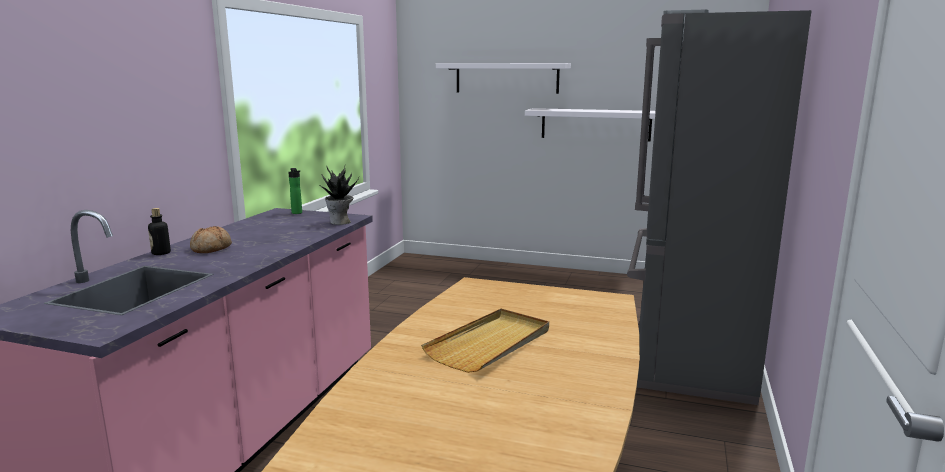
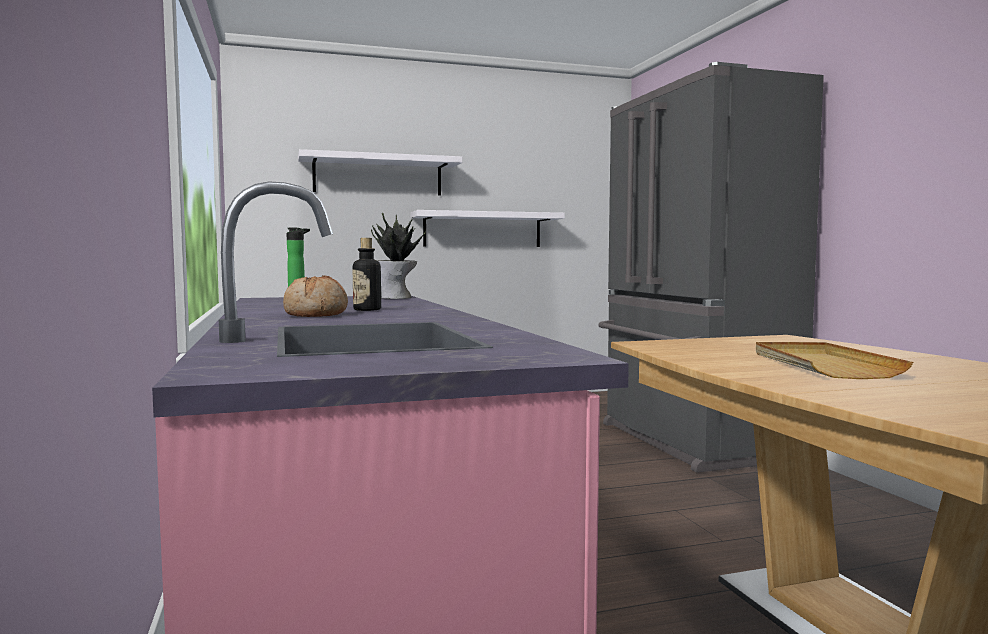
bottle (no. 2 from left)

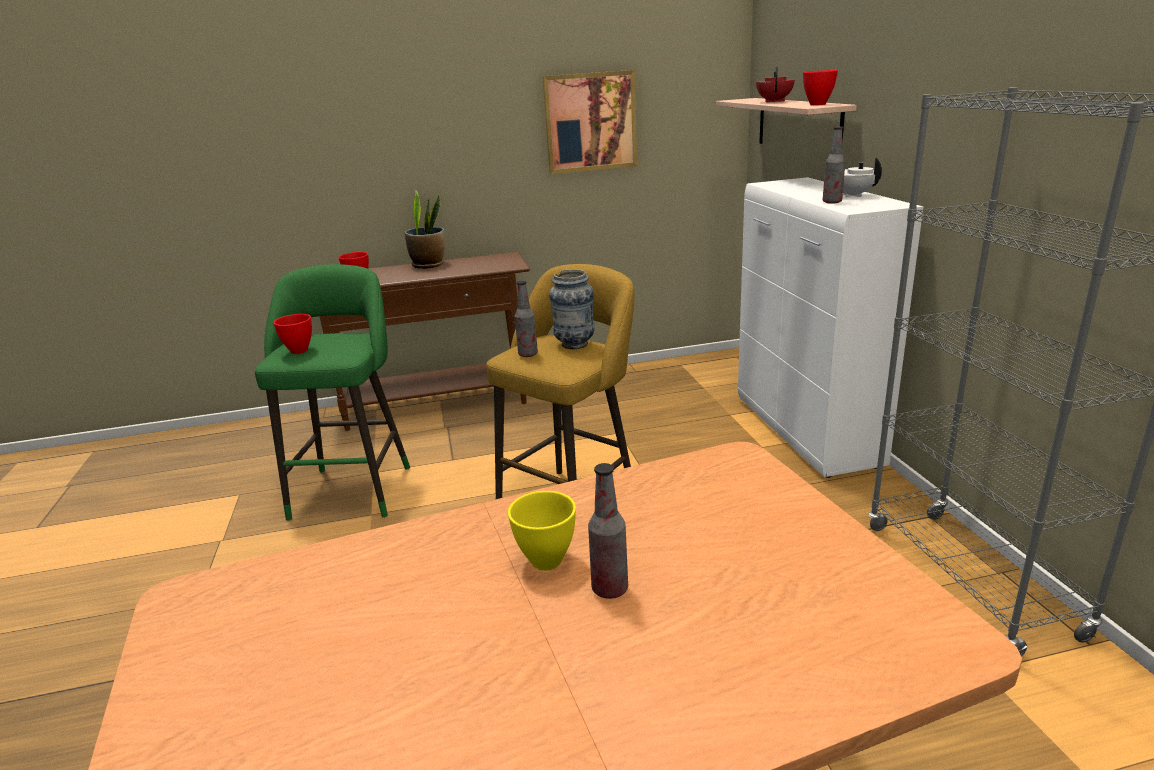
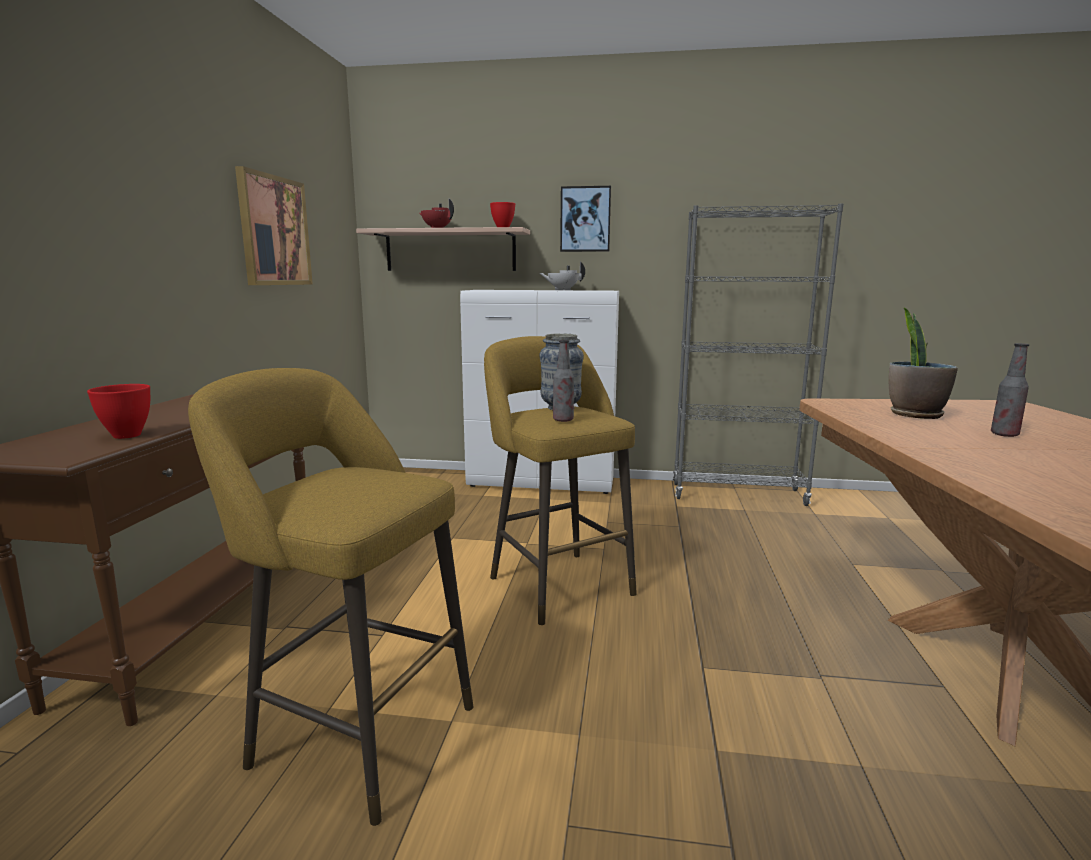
bottle (no. 3 from left in the first image); potted plant; yellow stool (no. 1 from left); red bowl (no. 1 from left in the first image); yellow bowl; picture (no. 2 from left)

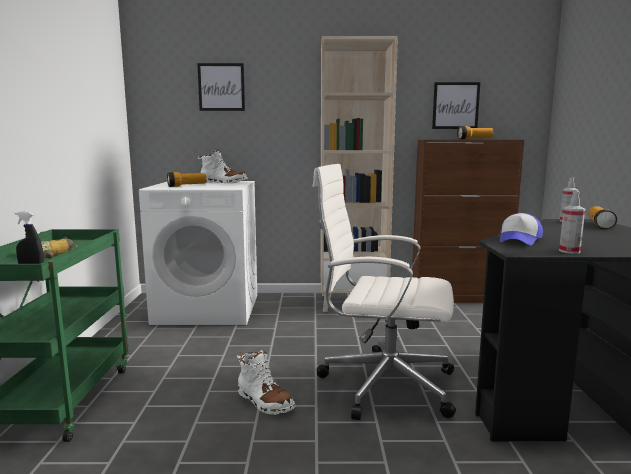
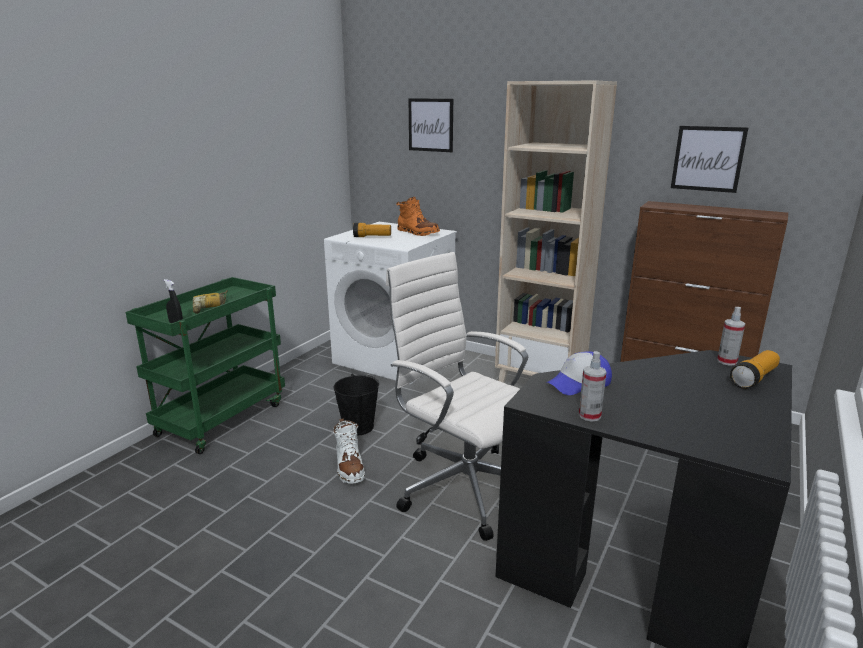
flashlight (no. 2 from left in the first image); orange boot; black bucket

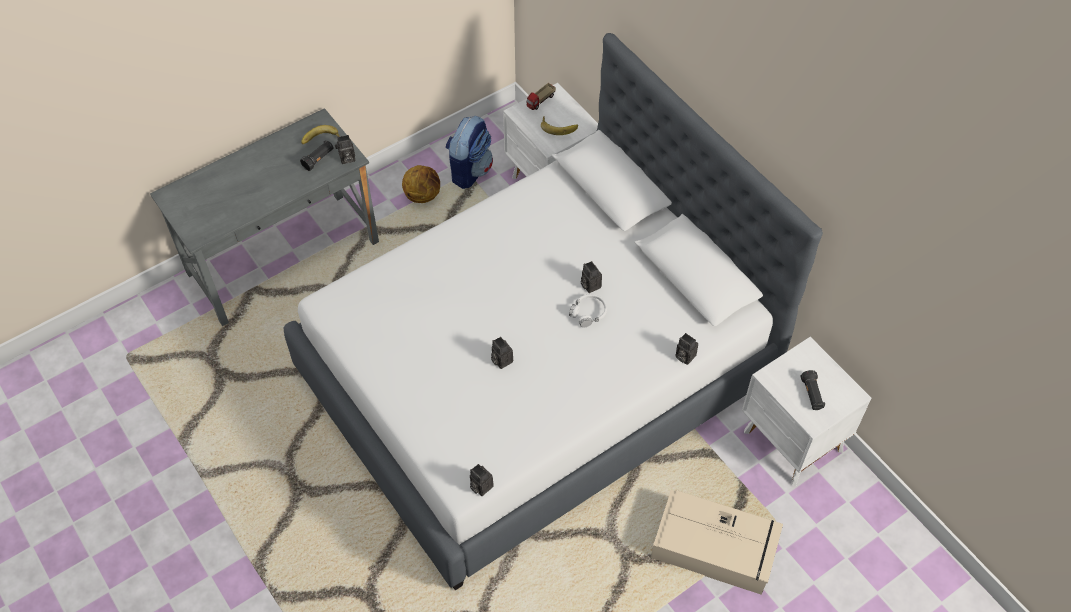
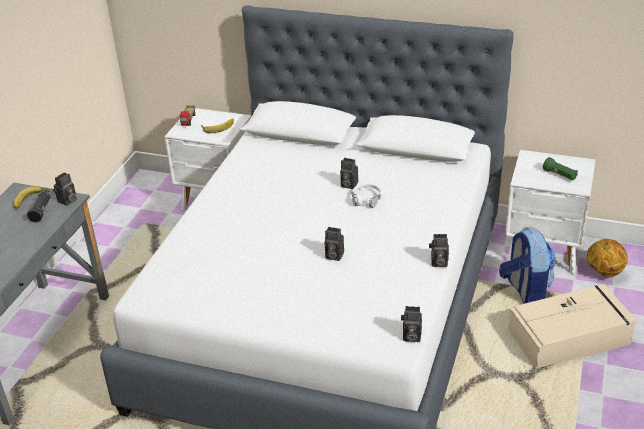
backpack; basketball; photo camera (no. 5 from left); green flashlight

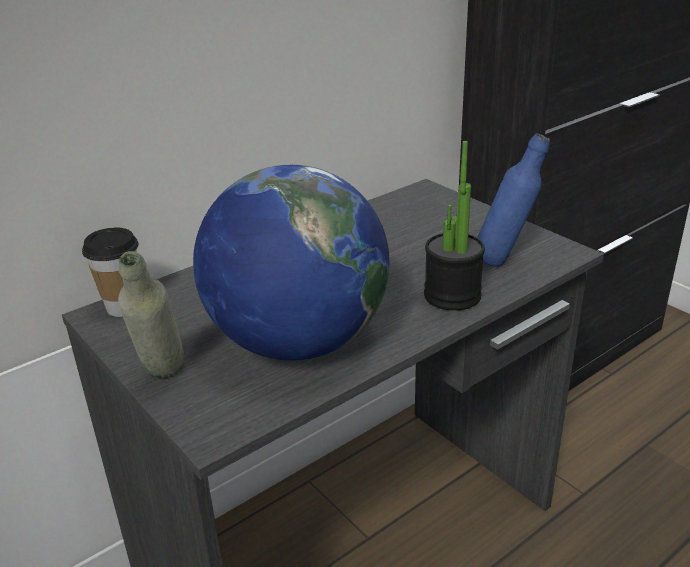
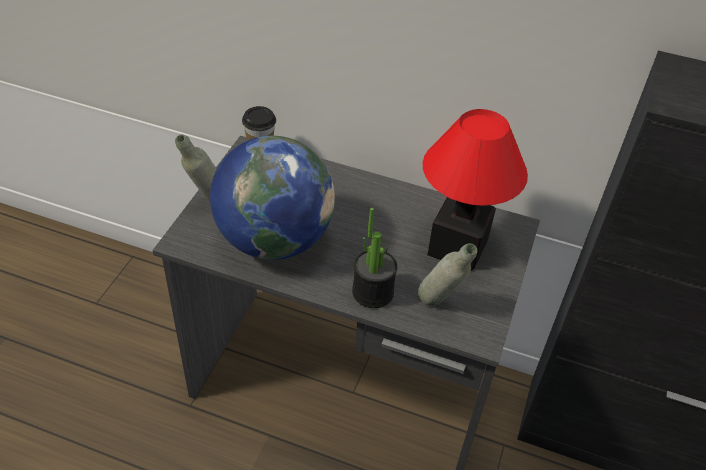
grey bottle (no. 2 from left); table lamp

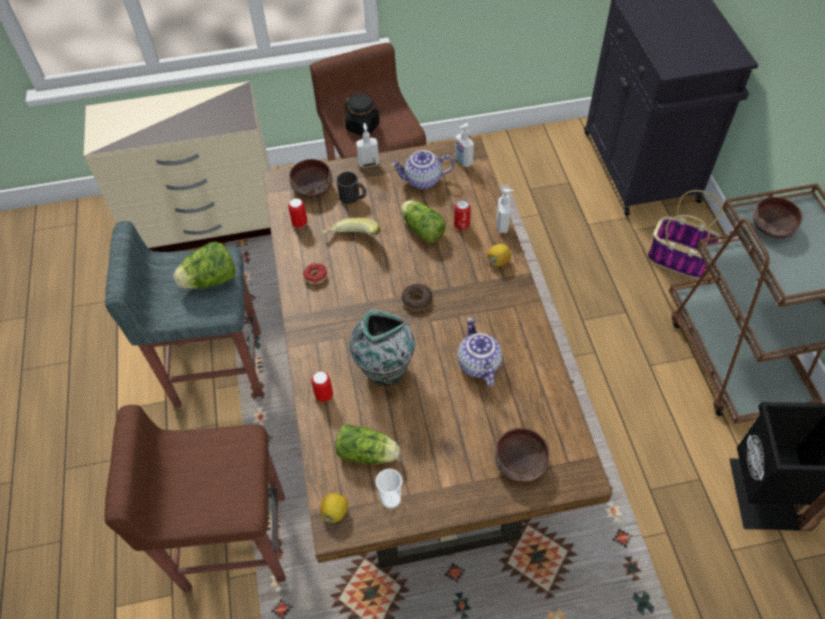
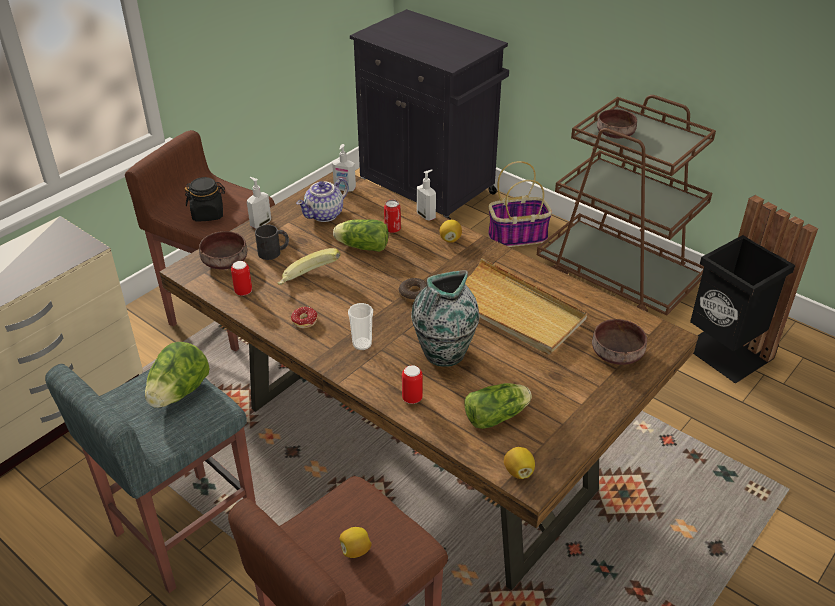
beige tray; cup; lemon (no. 1 from left)

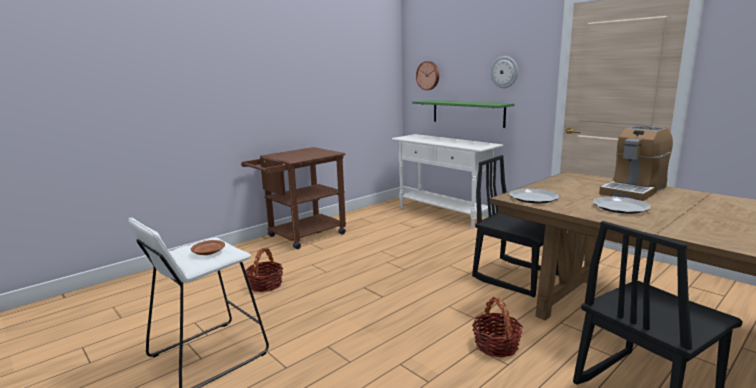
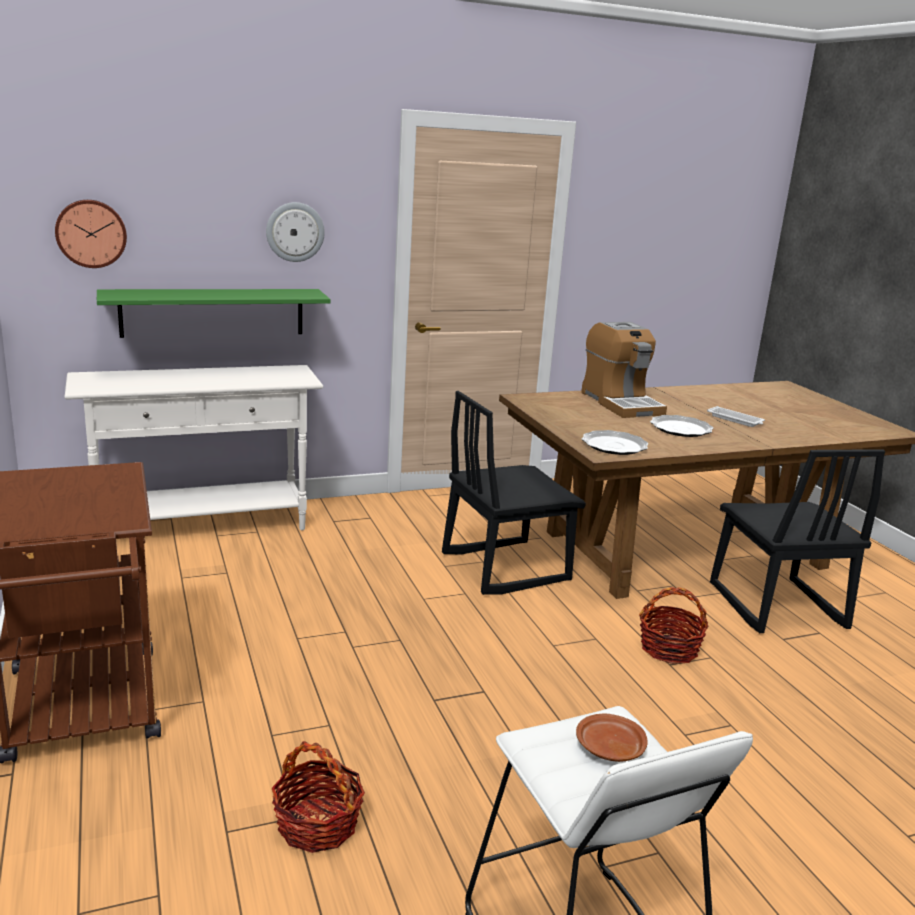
white tray

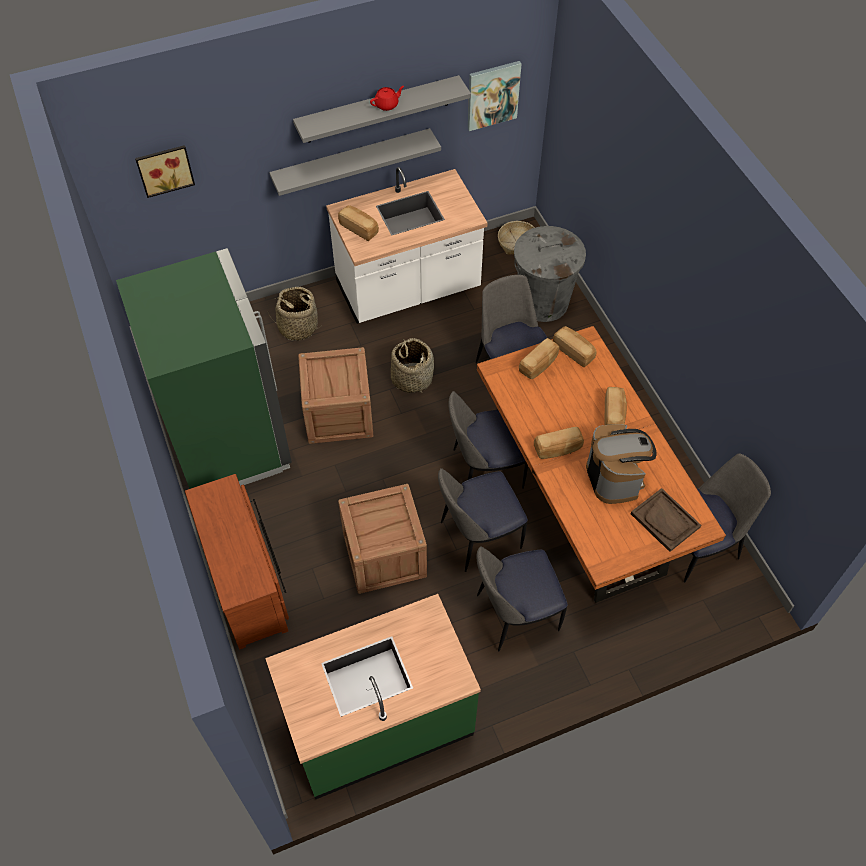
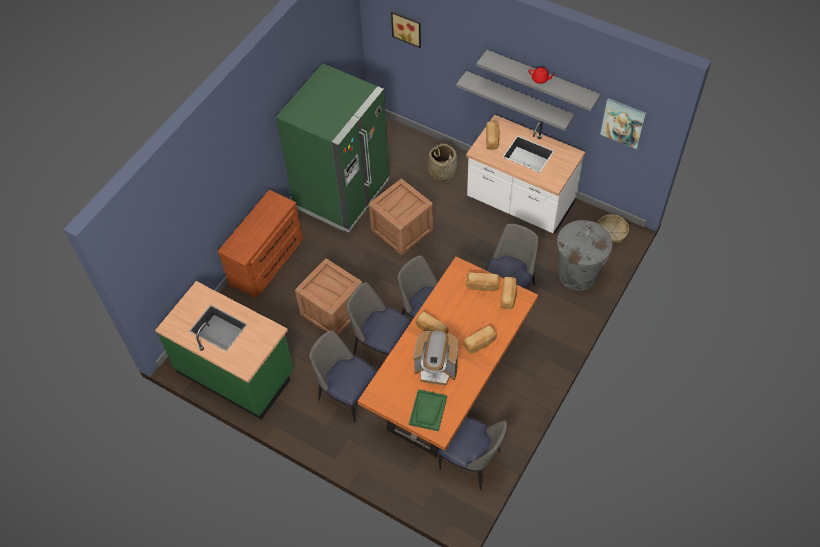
basket (no. 2 from left in the first image); coffee machine; green tray

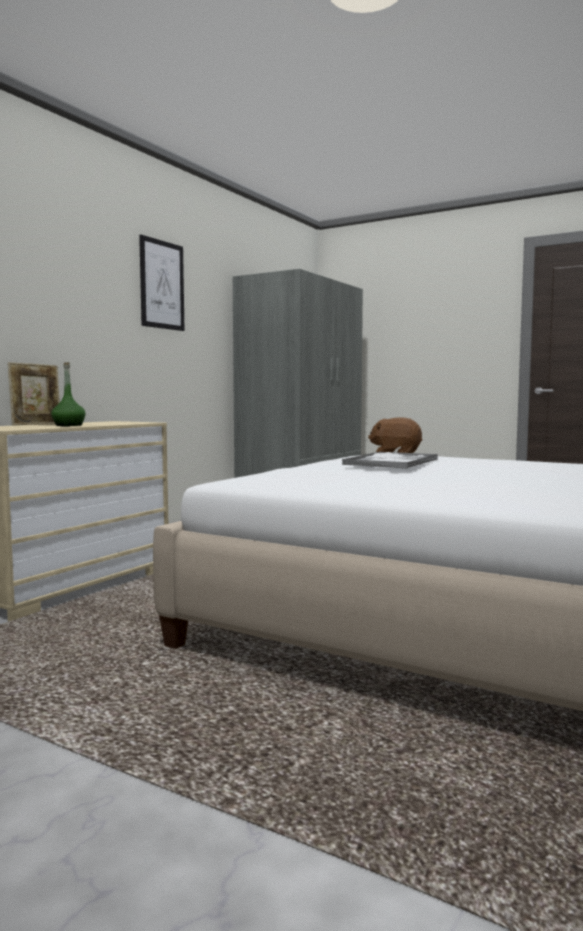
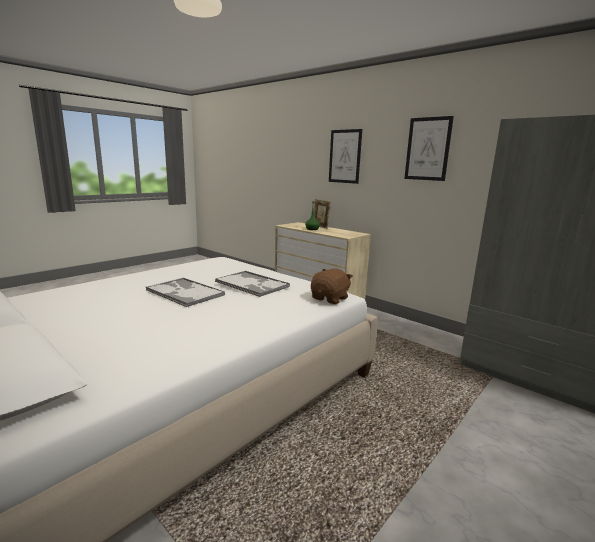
picture (no. 1 from left); tray (no. 1 from left)

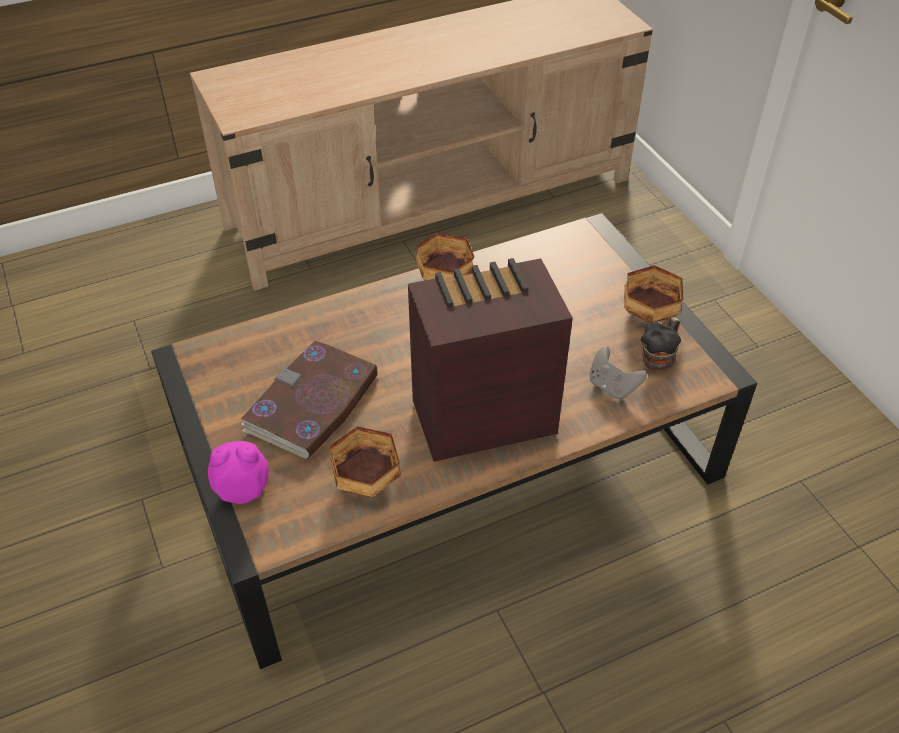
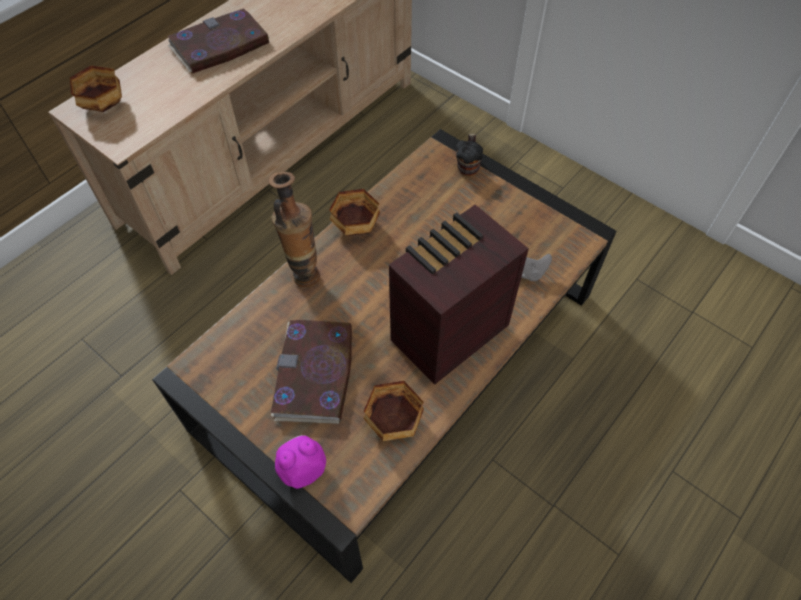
bowl (no. 1 from left); mug; book (no. 1 from left); vase

